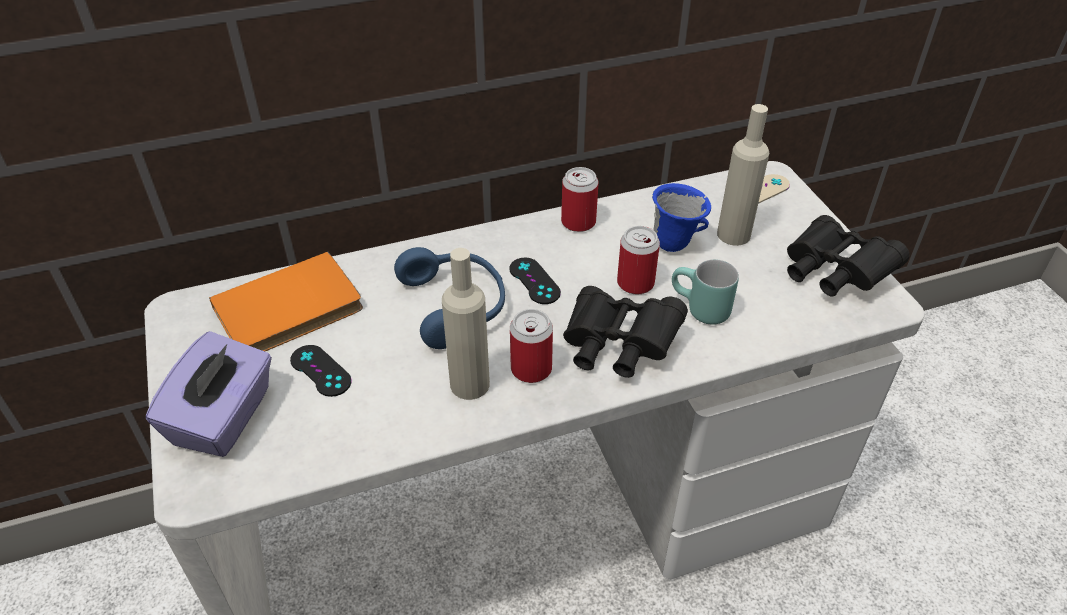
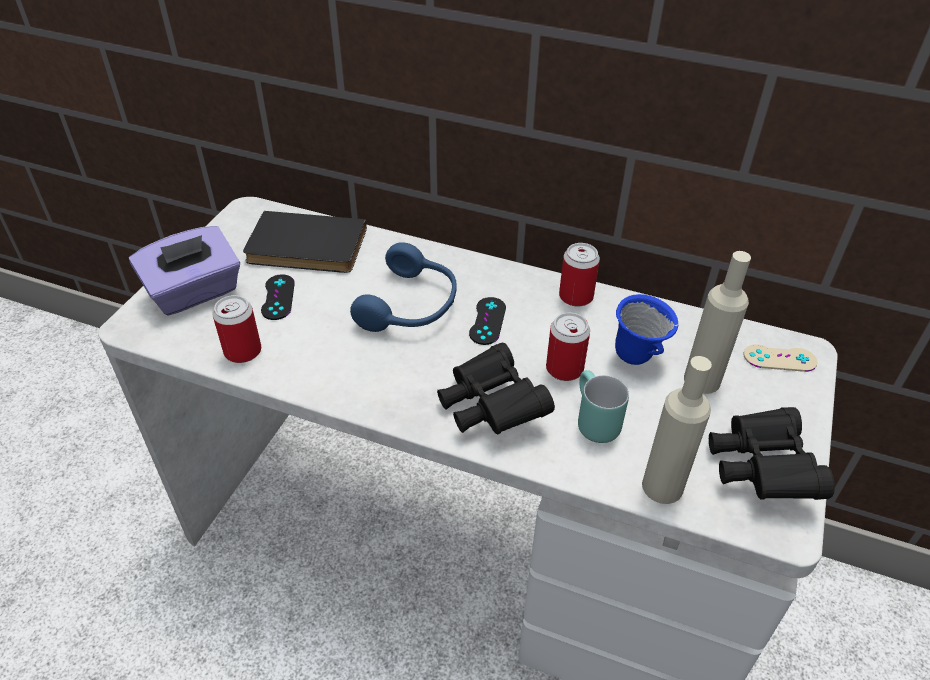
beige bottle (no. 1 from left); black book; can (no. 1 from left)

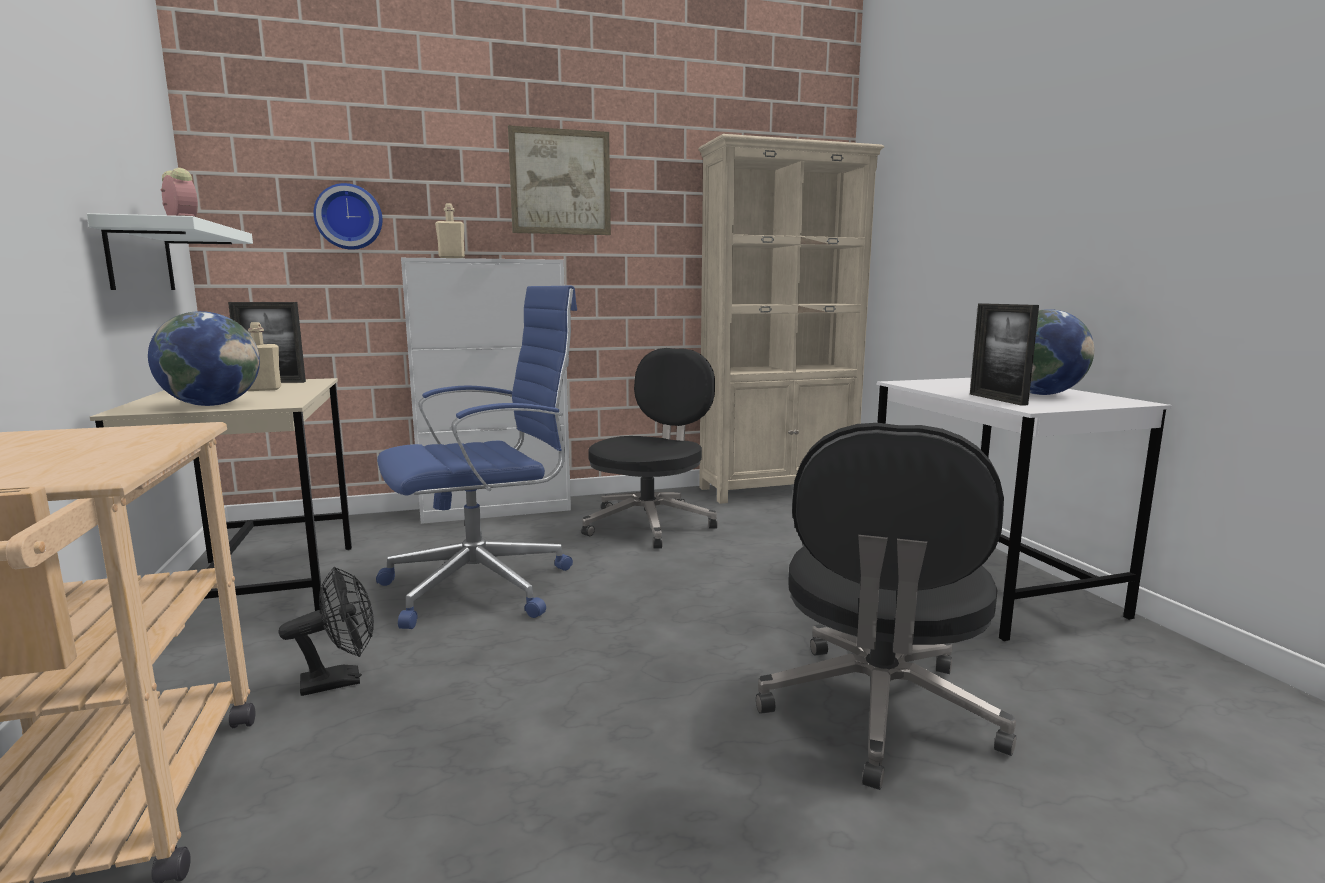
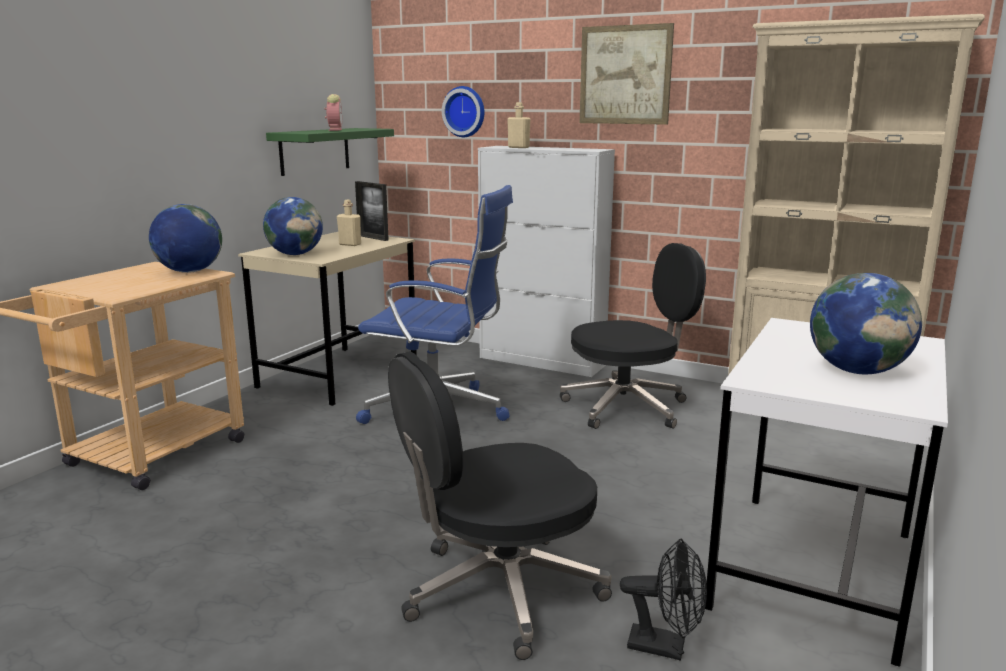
green shelf; picture frame (no. 2 from left in the first image); black fan; globe (no. 1 from left)

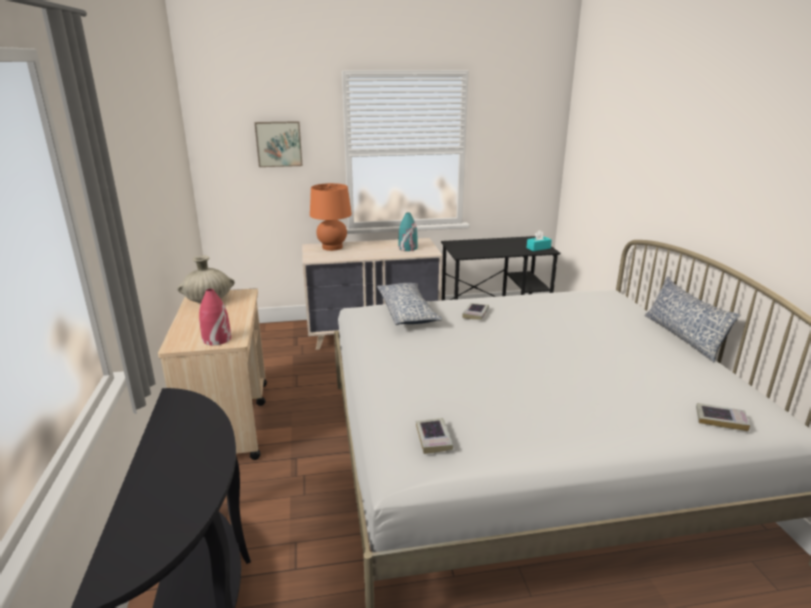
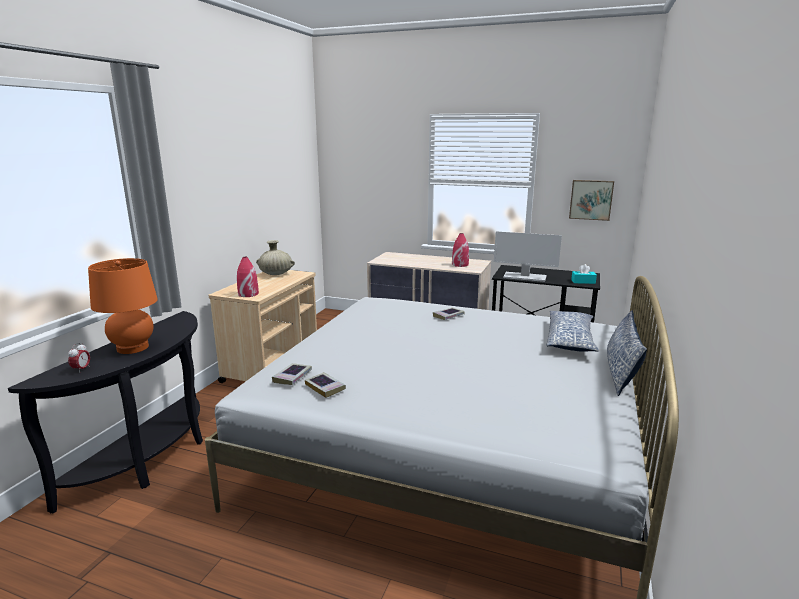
picture; orange table lamp; red vase (no. 2 from left); pillow (no. 1 from left); book (no. 2 from left); monitor; alarm clock

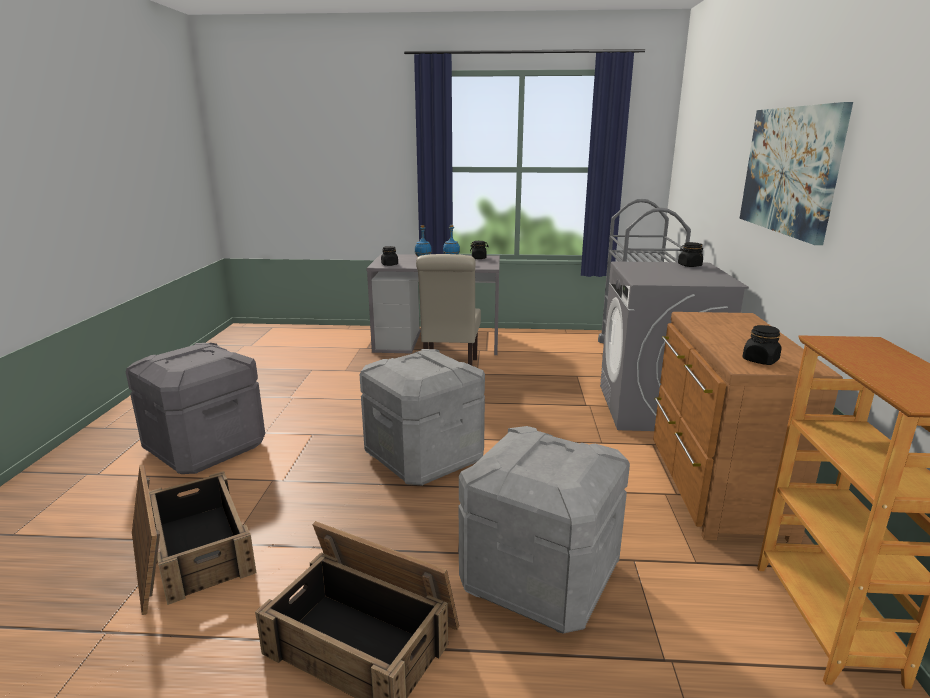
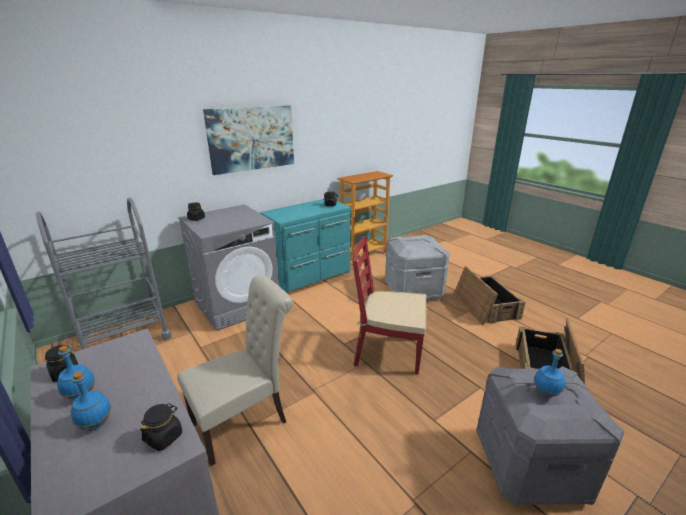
turquoise dresser; red chair; blue bottle (no. 3 from left)

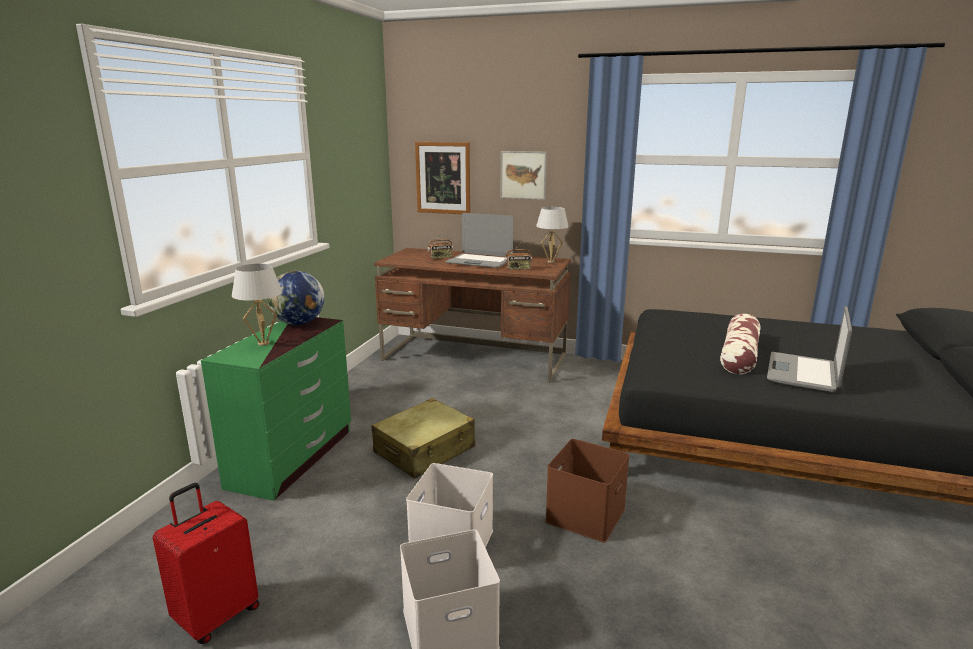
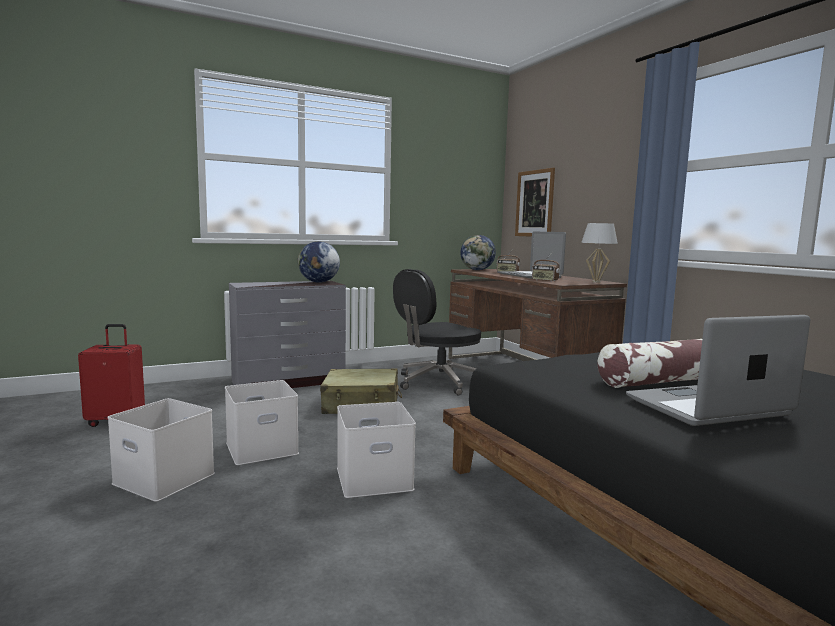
picture (no. 2 from left in the first image); white table lamp (no. 1 from left in the first image); grey dresser; white storage box (no. 3 from left); globe (no. 2 from left); black office chair

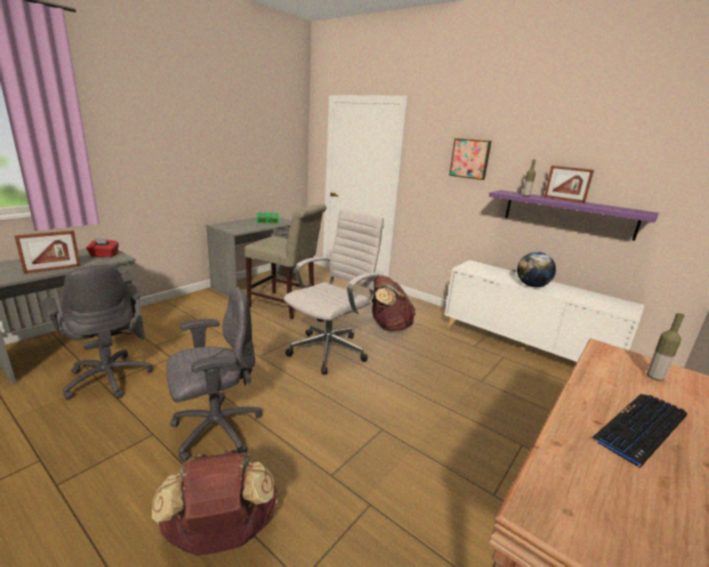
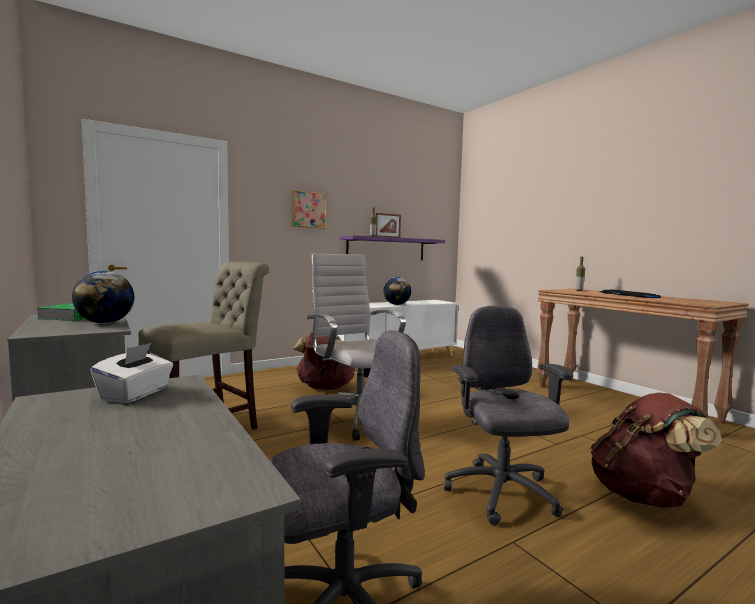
picture frame (no. 1 from left in the first image); white tissue box; globe (no. 1 from left)

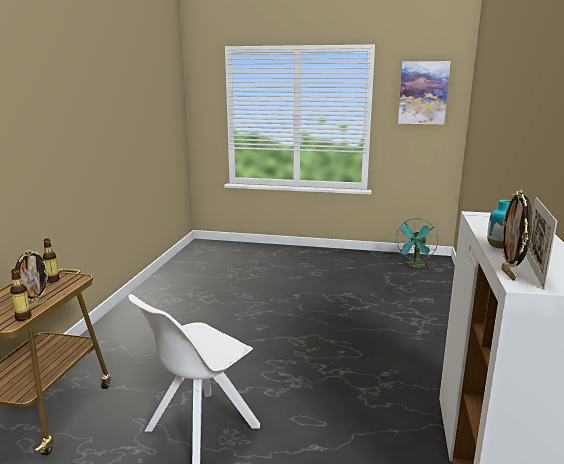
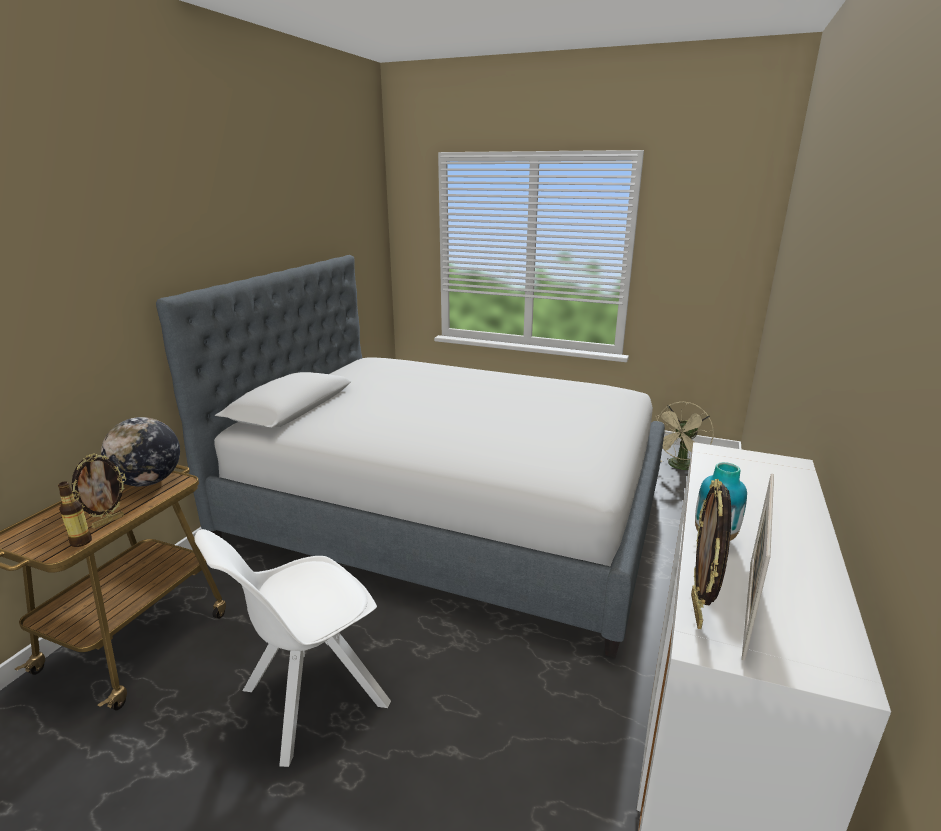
picture; beige fan; globe; bed

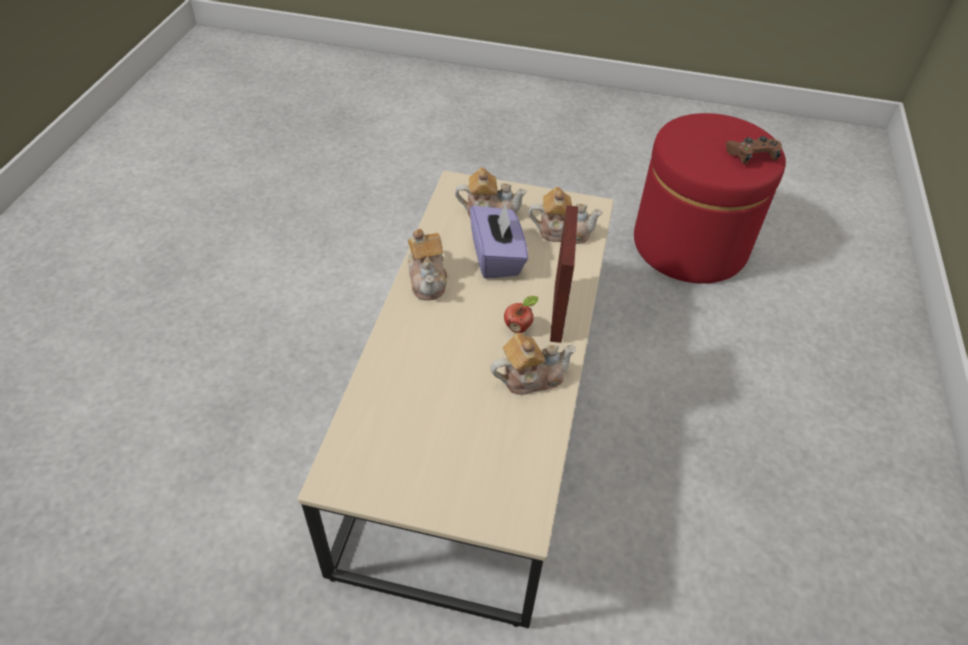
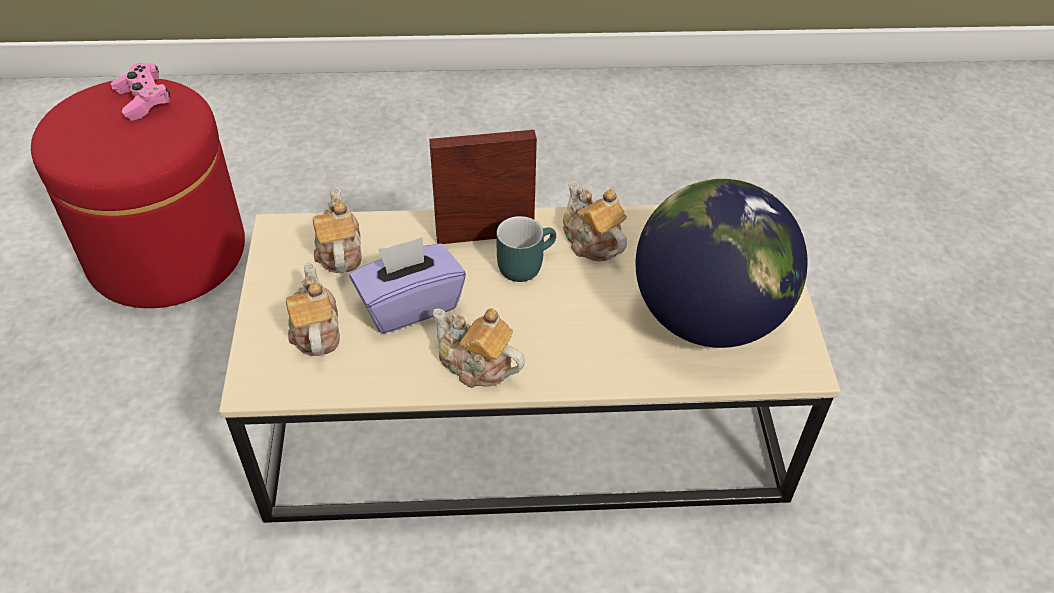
pink game controller; teapot (no. 3 from left); turquoise mug; globe

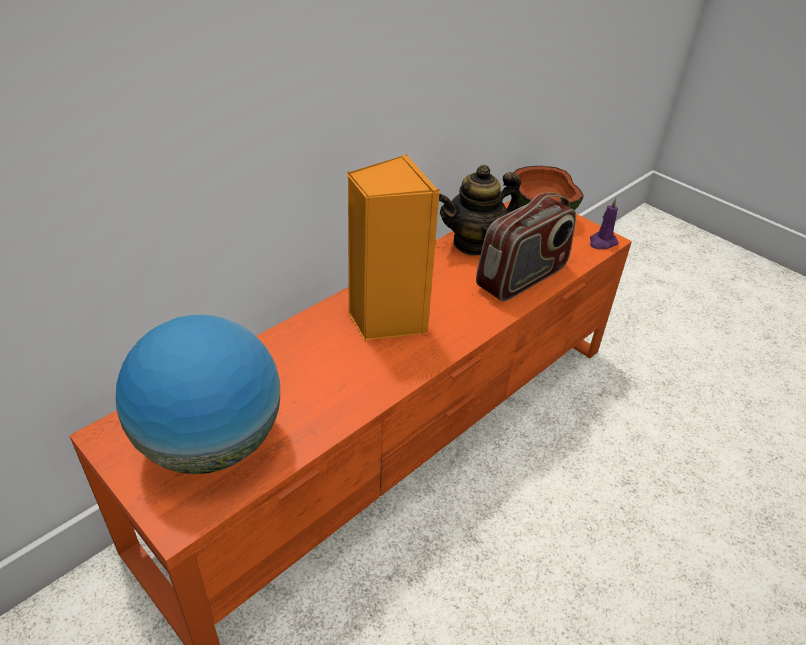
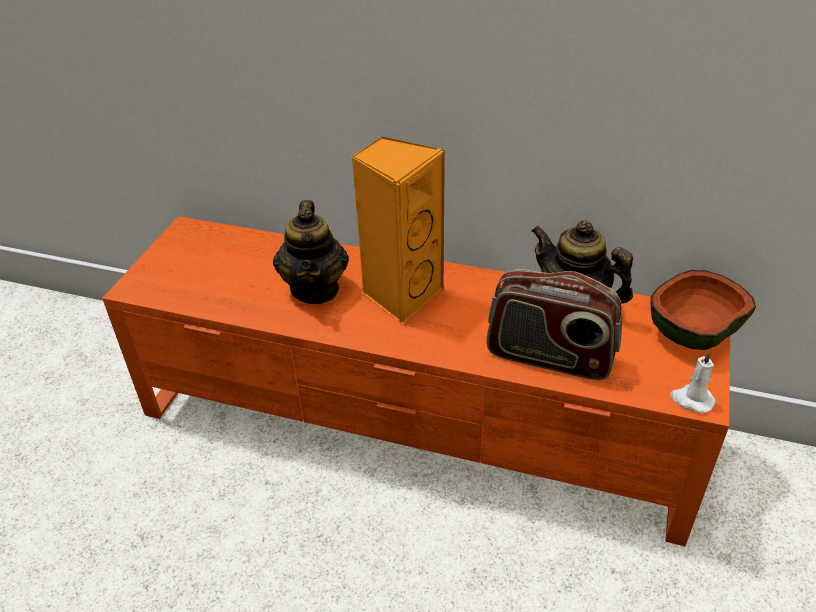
white candle; globe; teapot (no. 1 from left)

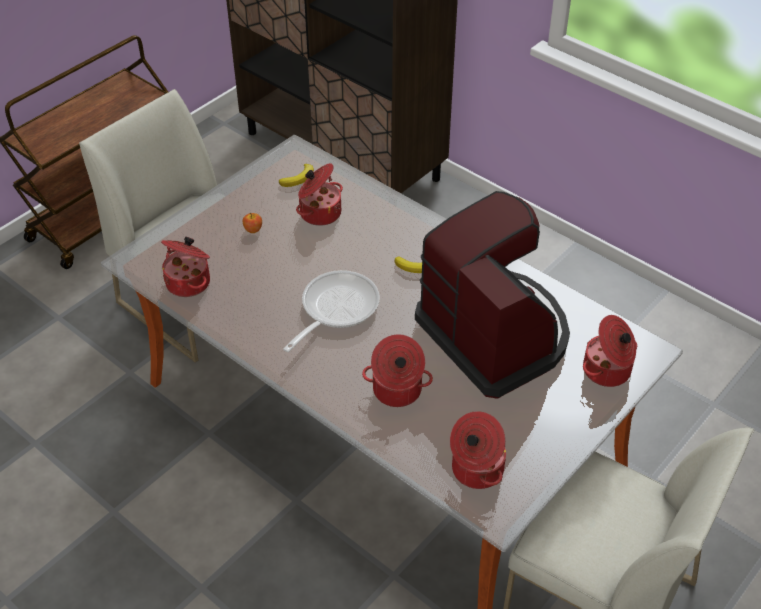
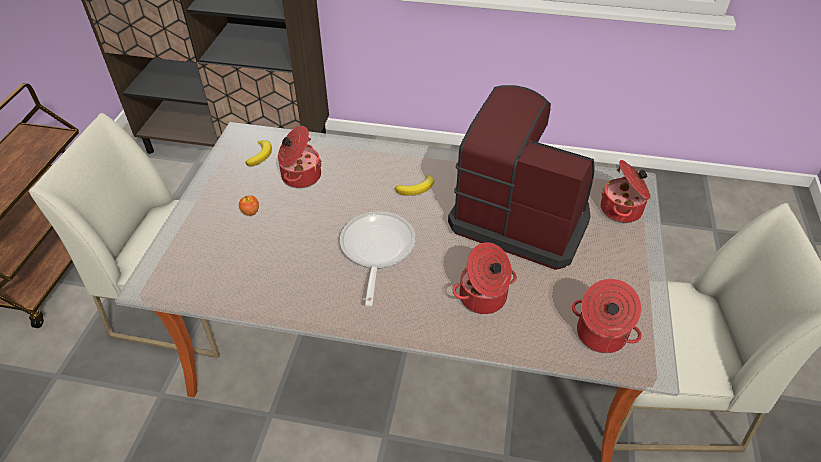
cooking pot (no. 1 from left in the first image)

